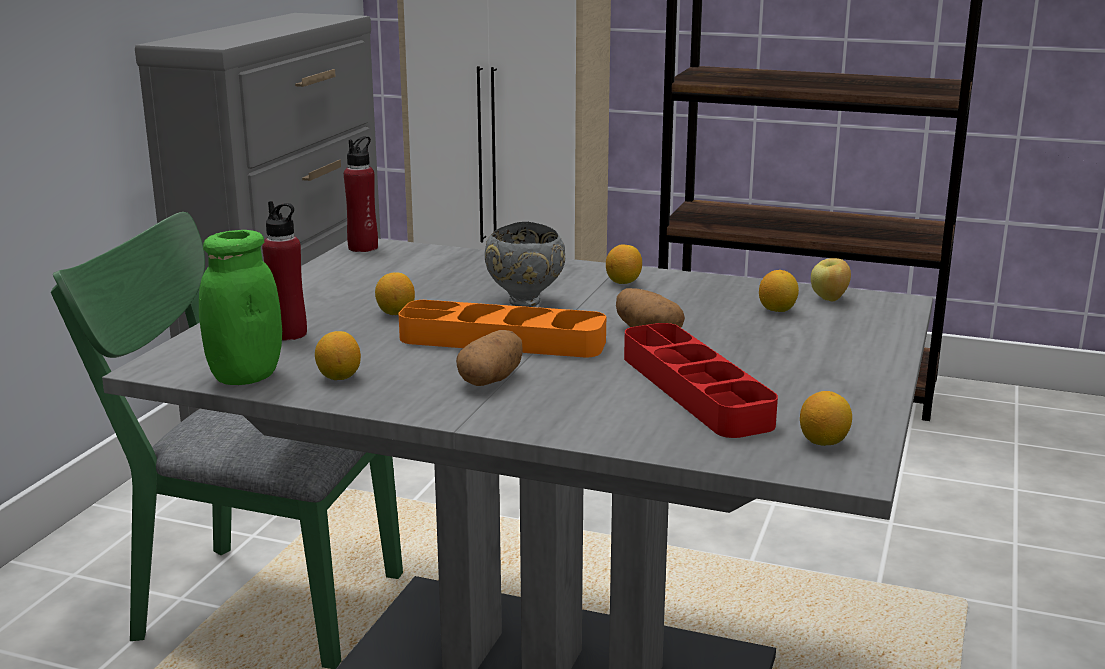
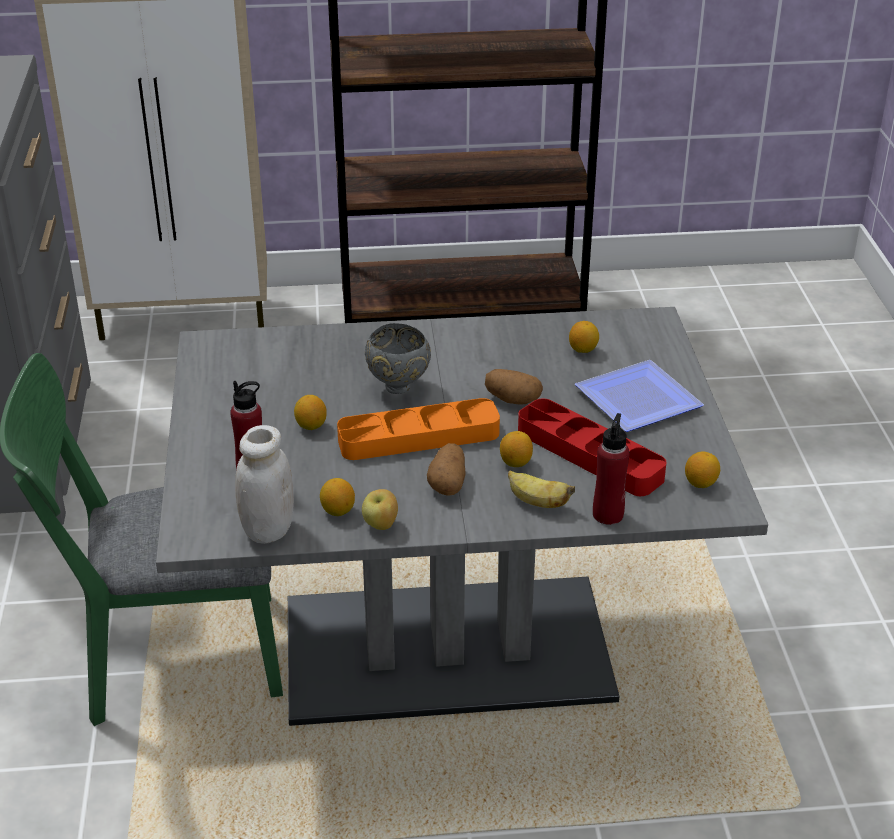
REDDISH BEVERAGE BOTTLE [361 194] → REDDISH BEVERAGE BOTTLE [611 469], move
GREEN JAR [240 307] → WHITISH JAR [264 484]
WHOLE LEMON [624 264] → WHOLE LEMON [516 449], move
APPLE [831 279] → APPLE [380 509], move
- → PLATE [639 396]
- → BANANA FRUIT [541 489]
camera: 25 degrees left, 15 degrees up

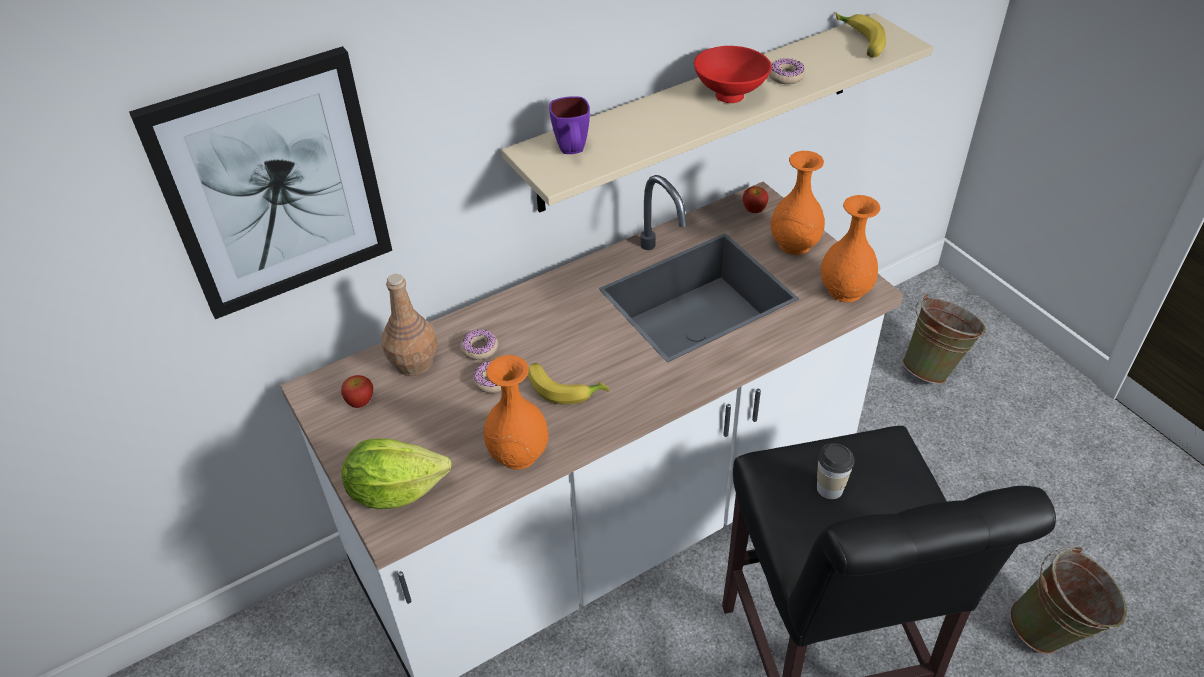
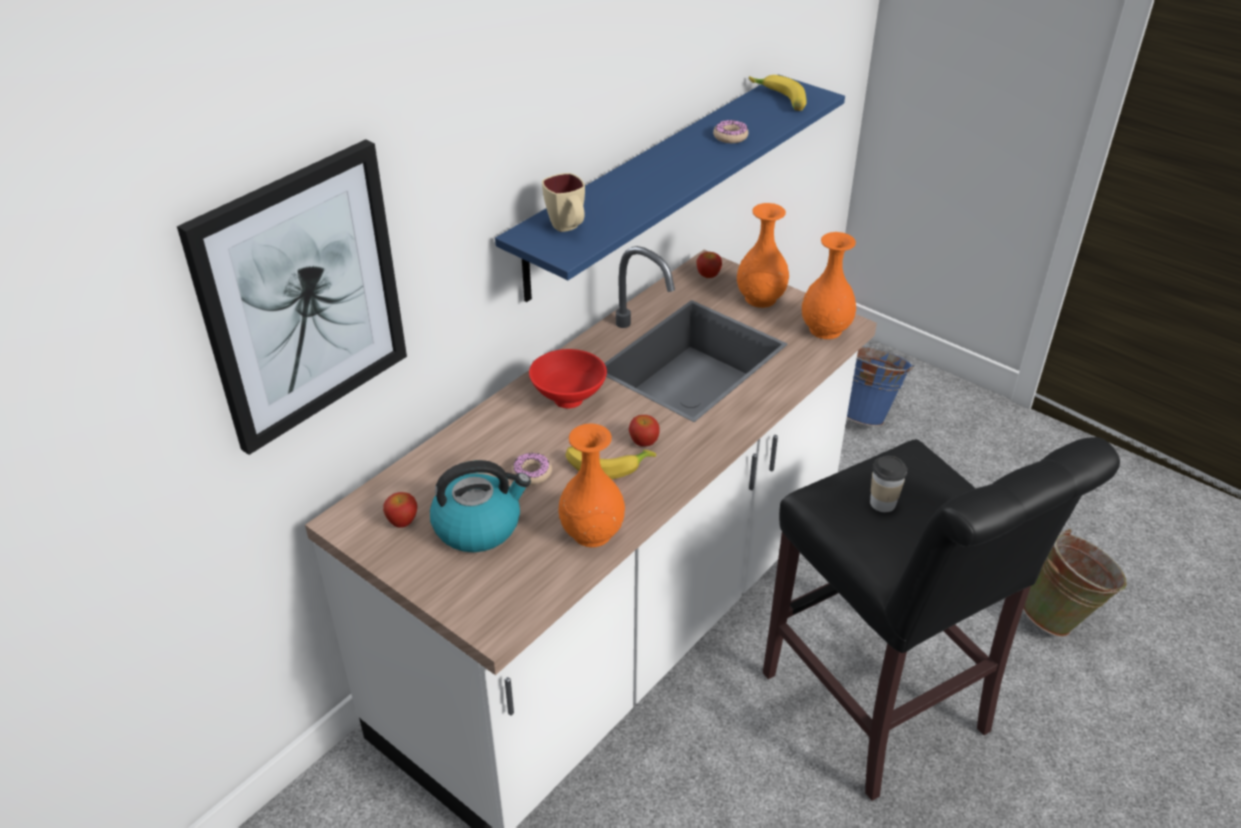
BEIGE-COLOURED BRACKET SHELF [717 113] → BLUISH BRACKET SHELF [670 188]
REDDISH BOWL [733 74] → REDDISH BOWL [568 378], move
PURPLE-COLOURED COFFEE MUG [569 125] → BEIGE-COLOURED COFFEE MUG [563 202]
BROWN BEVERAGE BOTTLE [409 325] → -
GREEN PAIL [944 339] → BLUISH PAIL [880 386]
RING DOUGHNUT [479 344] → -
LETTUCE HEAD [397 473] → -
- → APPLE [644 431]
- → TEA KETTLE [480 506]
camera: 20 degrees left, 5 degrees down

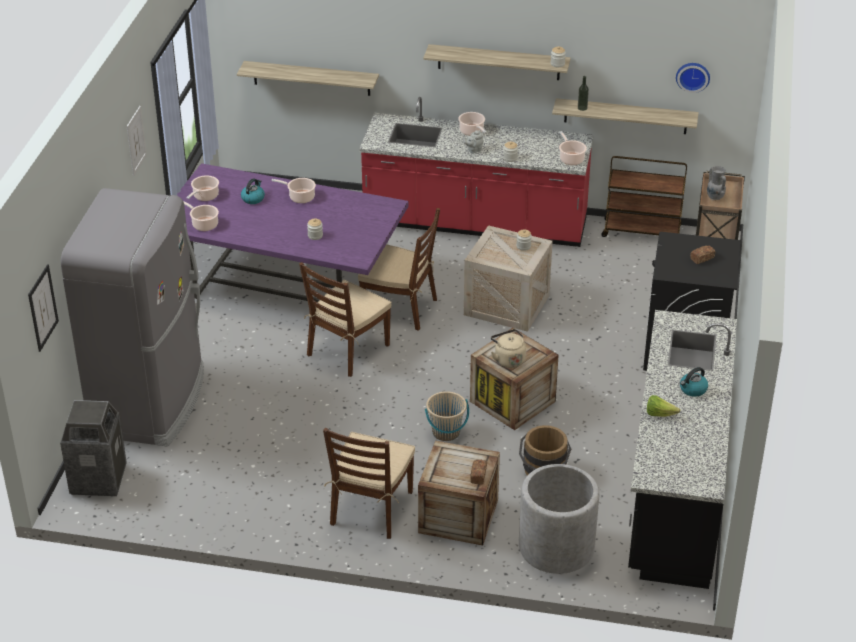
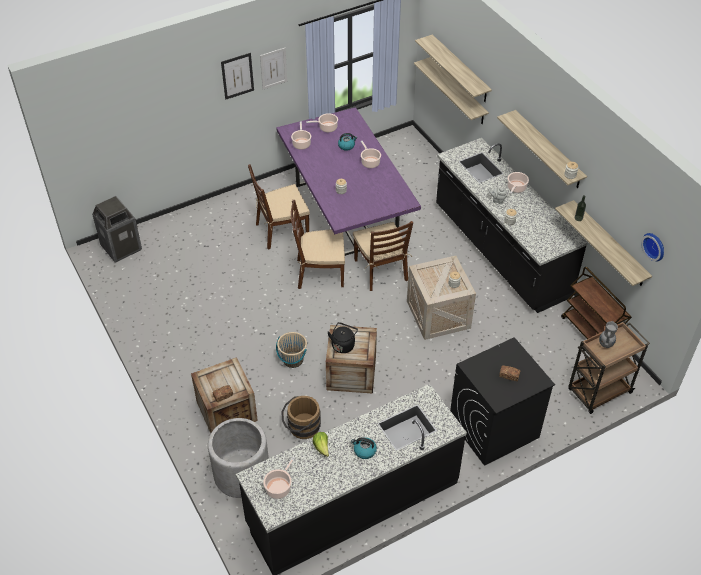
REDDISH KITCHEN COUNTER [476 172] → BLACKISH KITCHEN COUNTER [512 225]
STOCKPOT [573 148] → STOCKPOT [279 478], move
GRAY KITCHEN FRIDGE [132 317] → -
PICTURE [43 308] → PICTURE [237 76], move
BEIGE-COLOURED TEA KETTLE [508 348] → BLACKISH TEA KETTLE [342 337]
BROWN UPRIGHT CHAIR [369 483] → BROWN UPRIGHT CHAIR [279 207], move
- → BRACKET SHELF [453 68]
camera: 50 degrees right, 10 degrees up

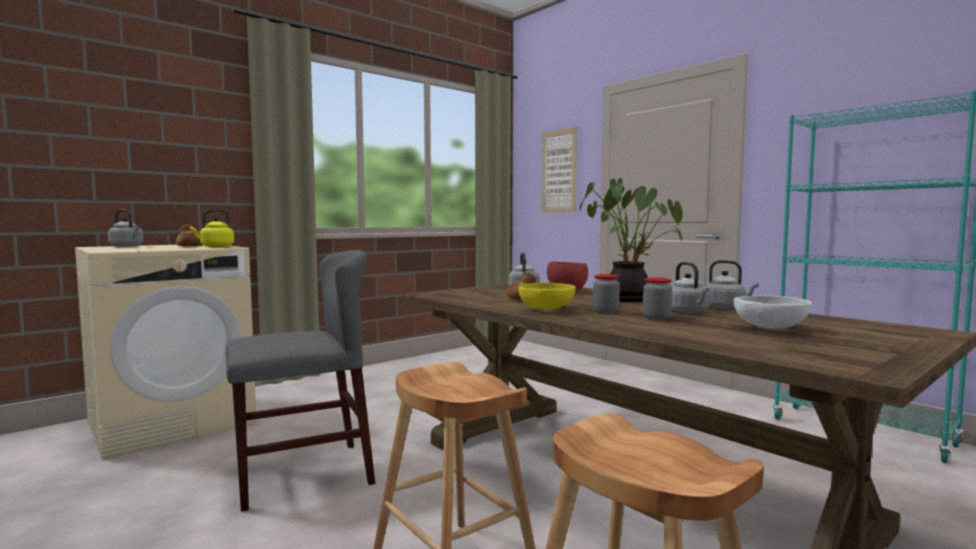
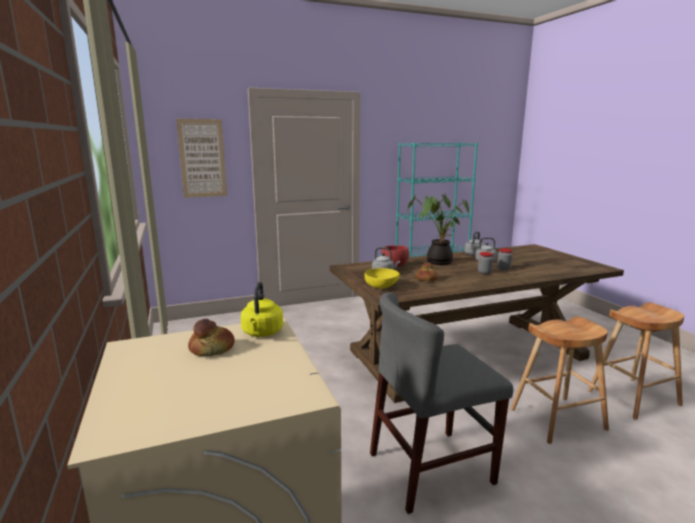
GRAY TEA KETTLE [126 228] → -
GRAY UPRIGHT CHAIR [300 381] → GRAY UPRIGHT CHAIR [441 403], 105 degrees counterclockwise
YELLOW BOWL [547 296] → YELLOW BOWL [382 278], move
WHITISH BOWL [773 312] → -
camera: 70 degrees left, 10 degrees up

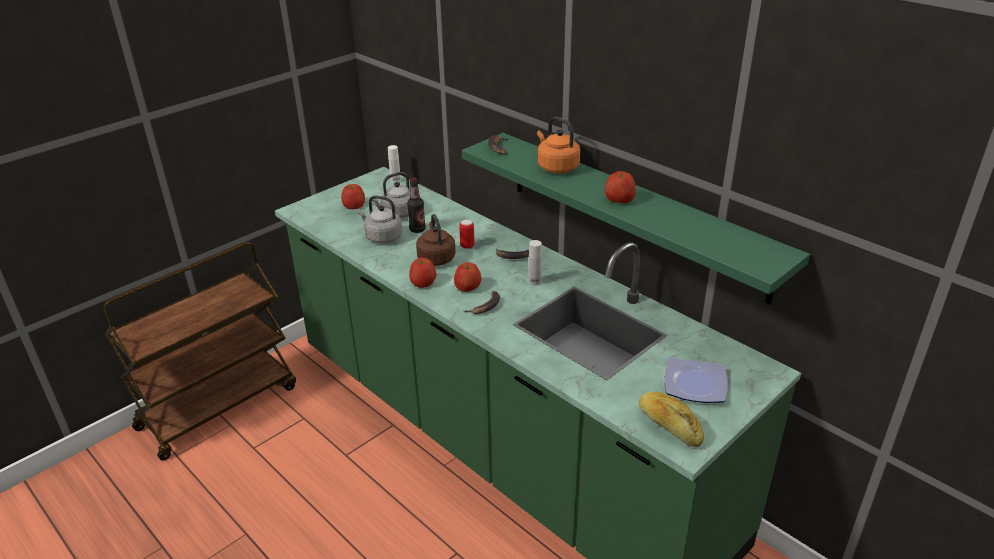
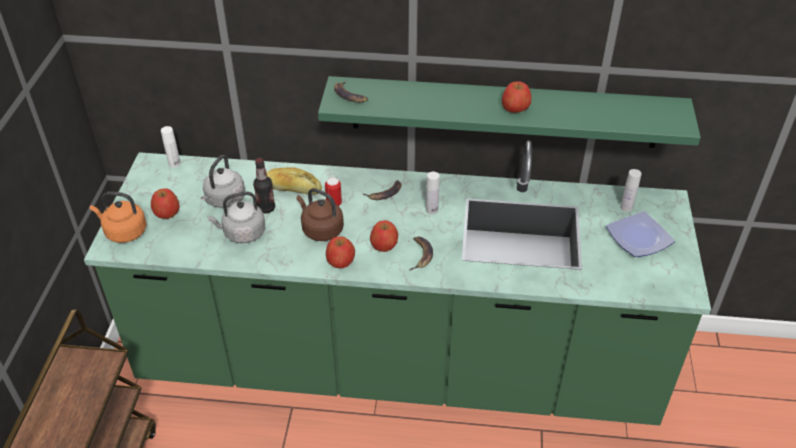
ORANGE TEA KETTLE [558 145] → ORANGE TEA KETTLE [118 217], move
BAKED BREAD [671 419] → BAKED BREAD [294 181], move
- → WHITISH BEVERAGE BOTTLE [630 190]
camera: 40 degrees left, 10 degrees up

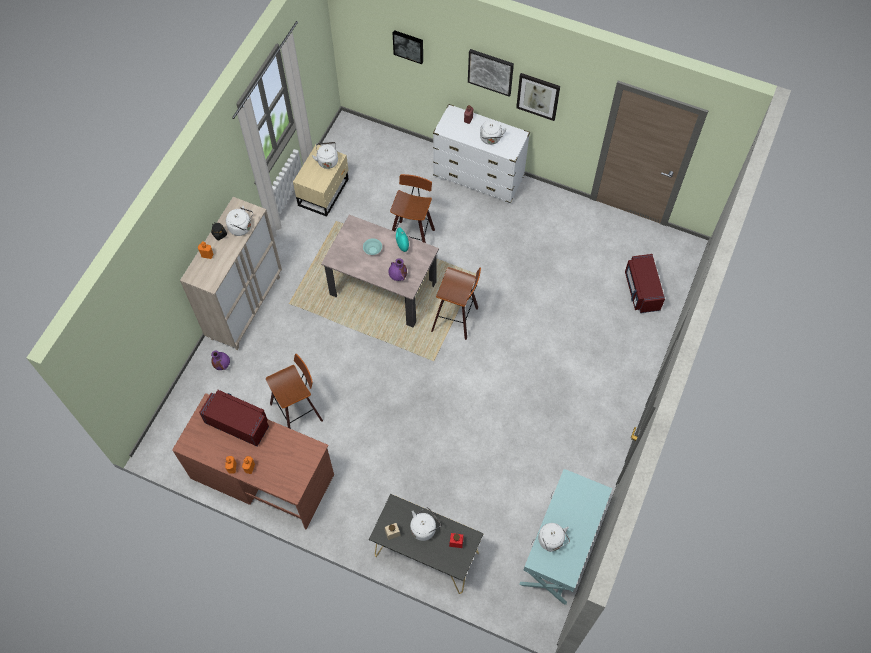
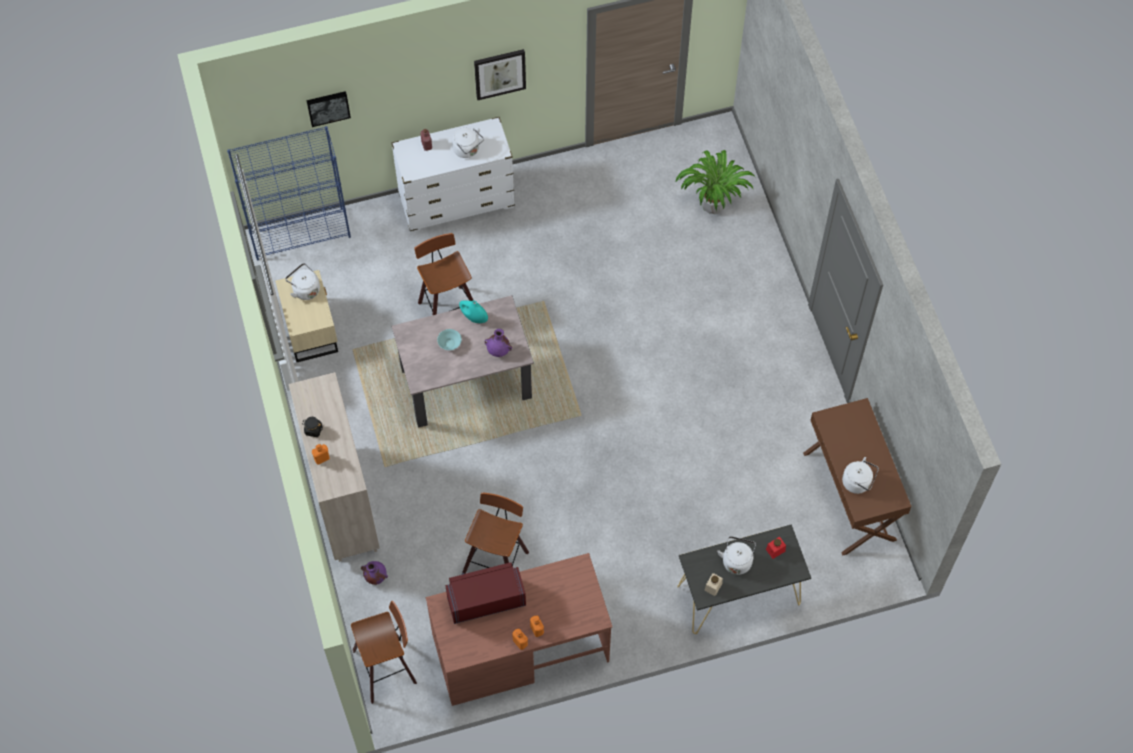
PICTURE [491 73] → -
WHITISH TEA KETTLE [239 221] → -
REDDISH MICROWAVE OVEN [645 283] → HOUSEPLANT [716 182]
SITTING STOOL [456 303] → SITTING STOOL [384 652], move
TURQUOISE HALL TABLE [565 537] → BROWN HALL TABLE [857 477]
- → BLUISH BOOKSHELF [289 193]
camera: 40 degrees left, 0 degrees up

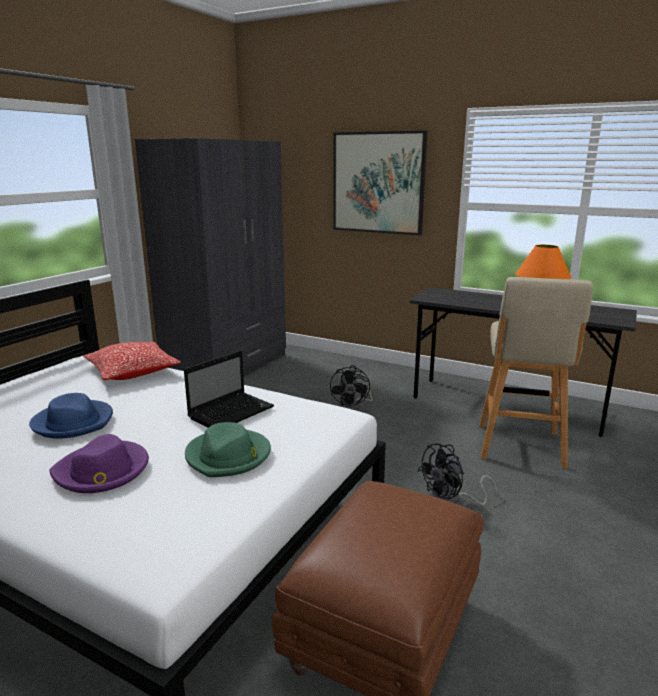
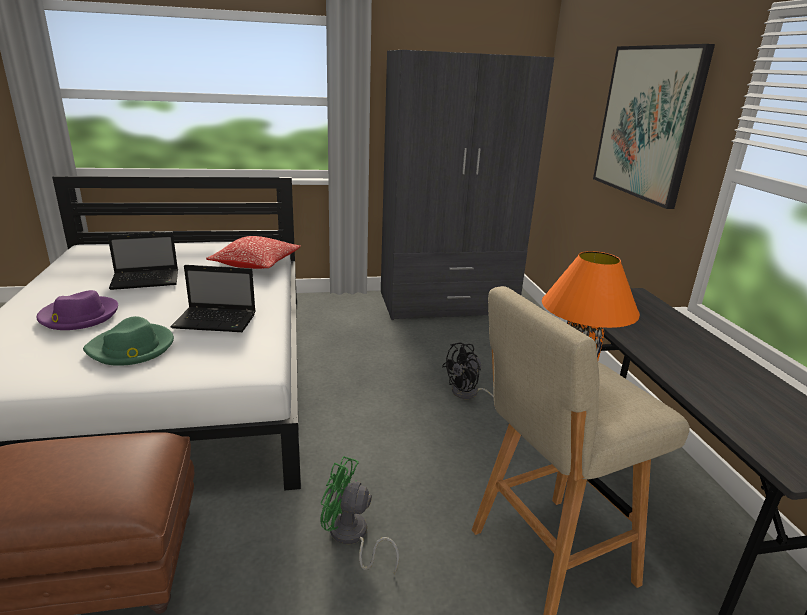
BLUISH CLOTHING HAT [71 416] → NOTEBOOK COMPUTER [143 261]
BLACKISH FAN [457 474] → GREEN FAN [359 515]
camera: 50 degrees right, 5 degrees up

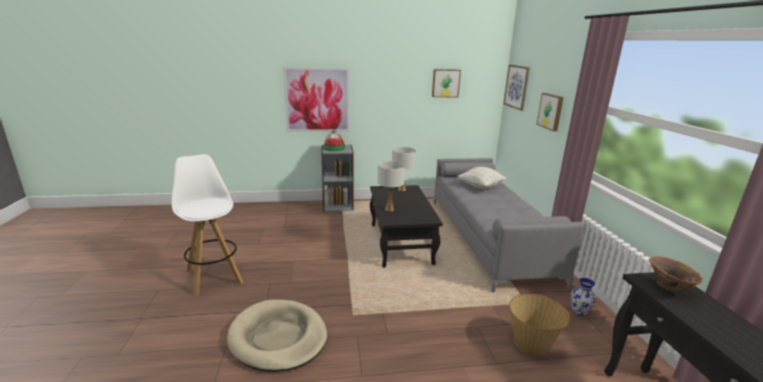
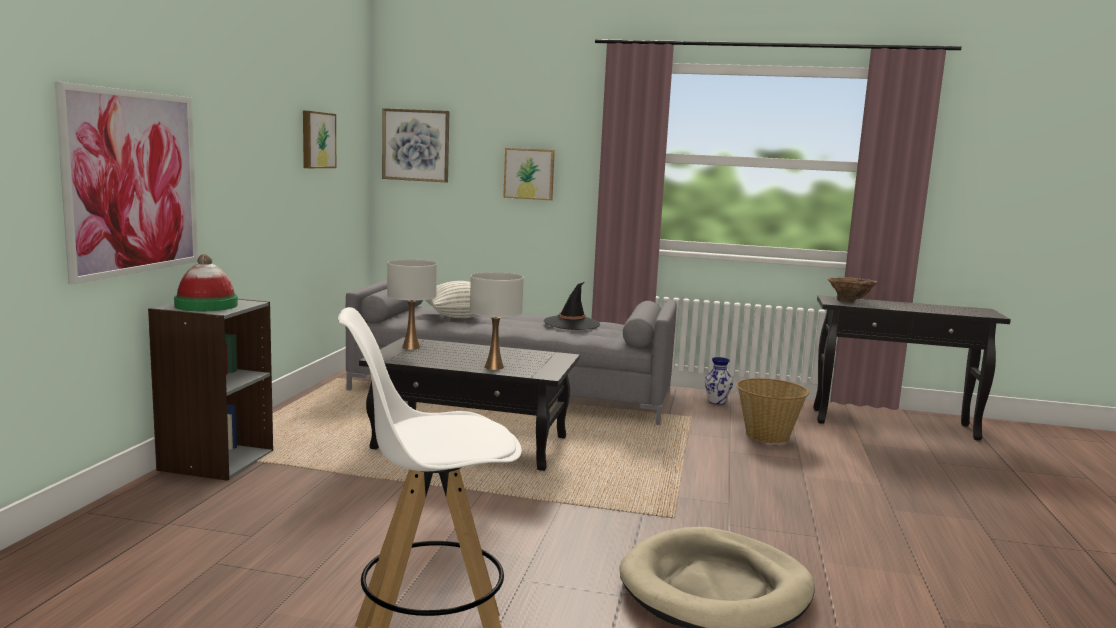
- → BLACKISH CLOTHING HAT [572 306]
camera: 70 degrees left, 10 degrees down

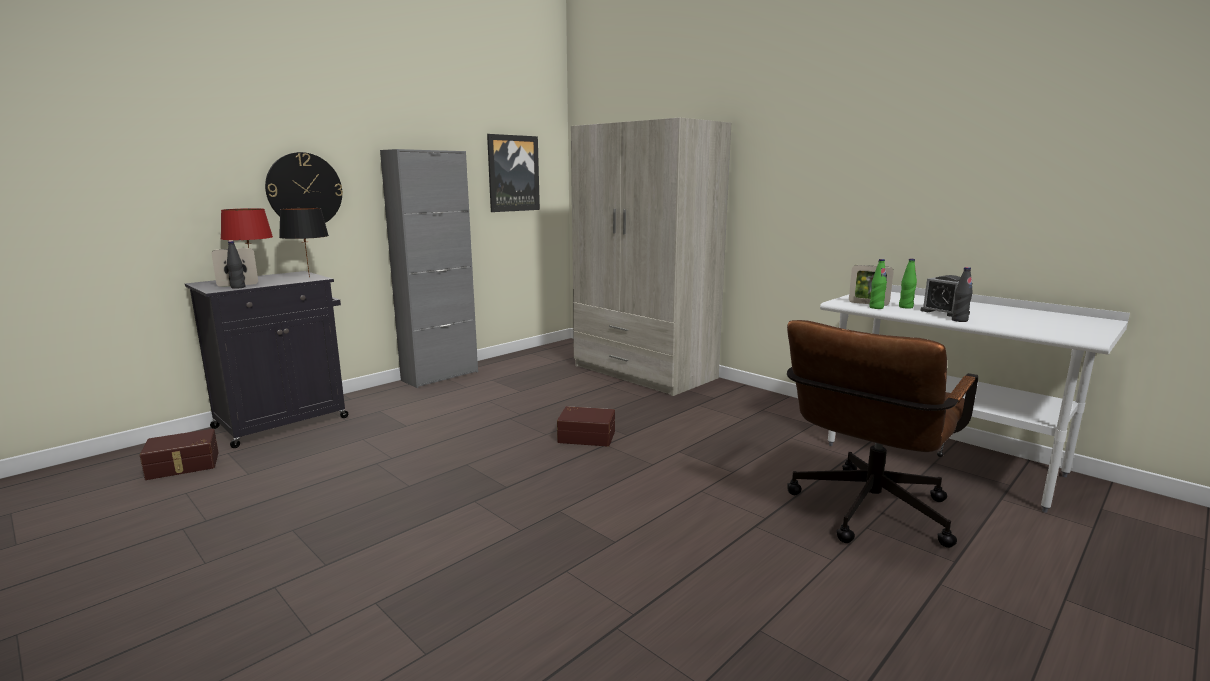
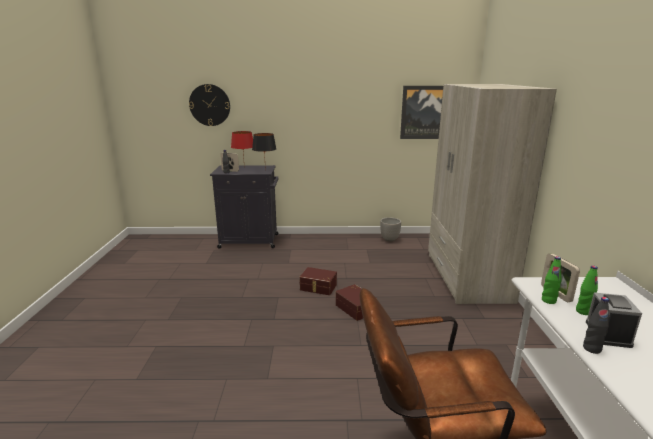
GRAY CABINET [429 268] → -
HANGING CLOCK [304 187] → HANGING CLOCK [209 105], move
BROWN STORAGE CONTAINER [179 454] → BROWN STORAGE CONTAINER [318 281], move
- → FLOWER POT [390 229]
camera: 45 degrees right, 5 degrees up

